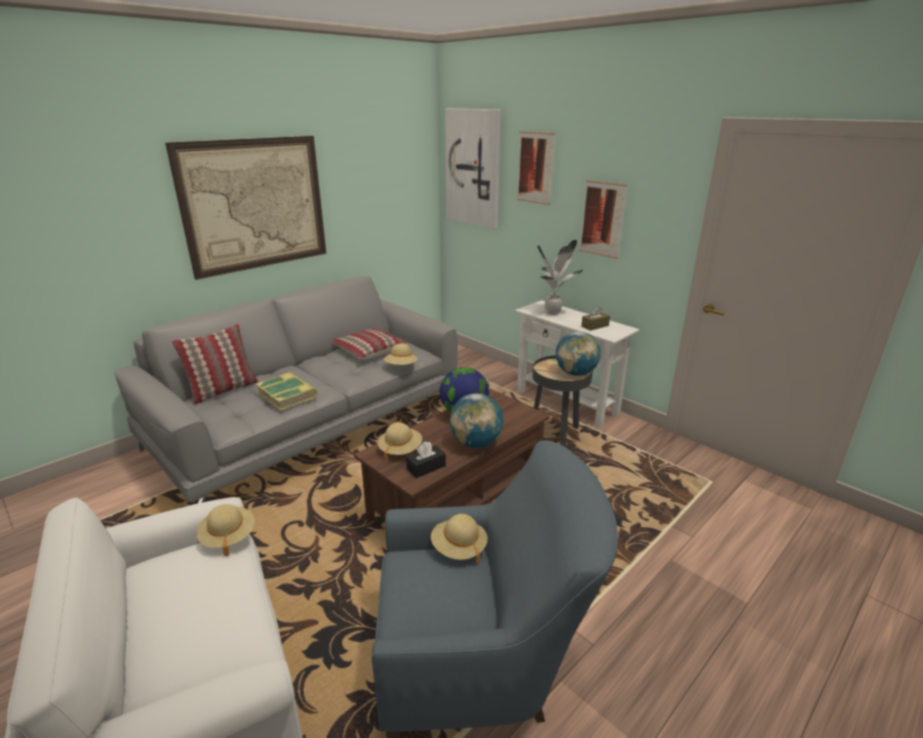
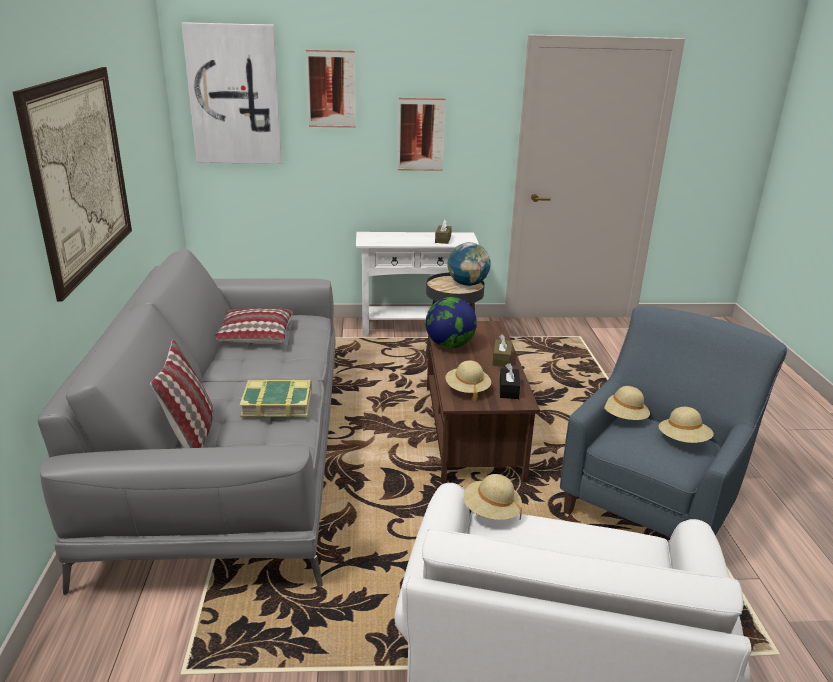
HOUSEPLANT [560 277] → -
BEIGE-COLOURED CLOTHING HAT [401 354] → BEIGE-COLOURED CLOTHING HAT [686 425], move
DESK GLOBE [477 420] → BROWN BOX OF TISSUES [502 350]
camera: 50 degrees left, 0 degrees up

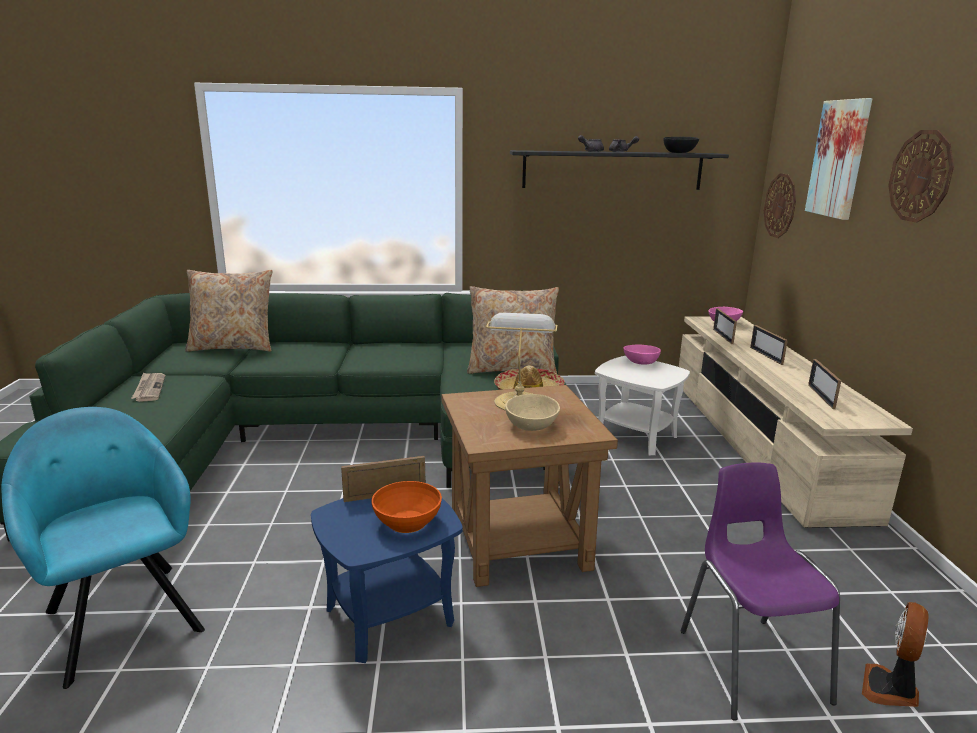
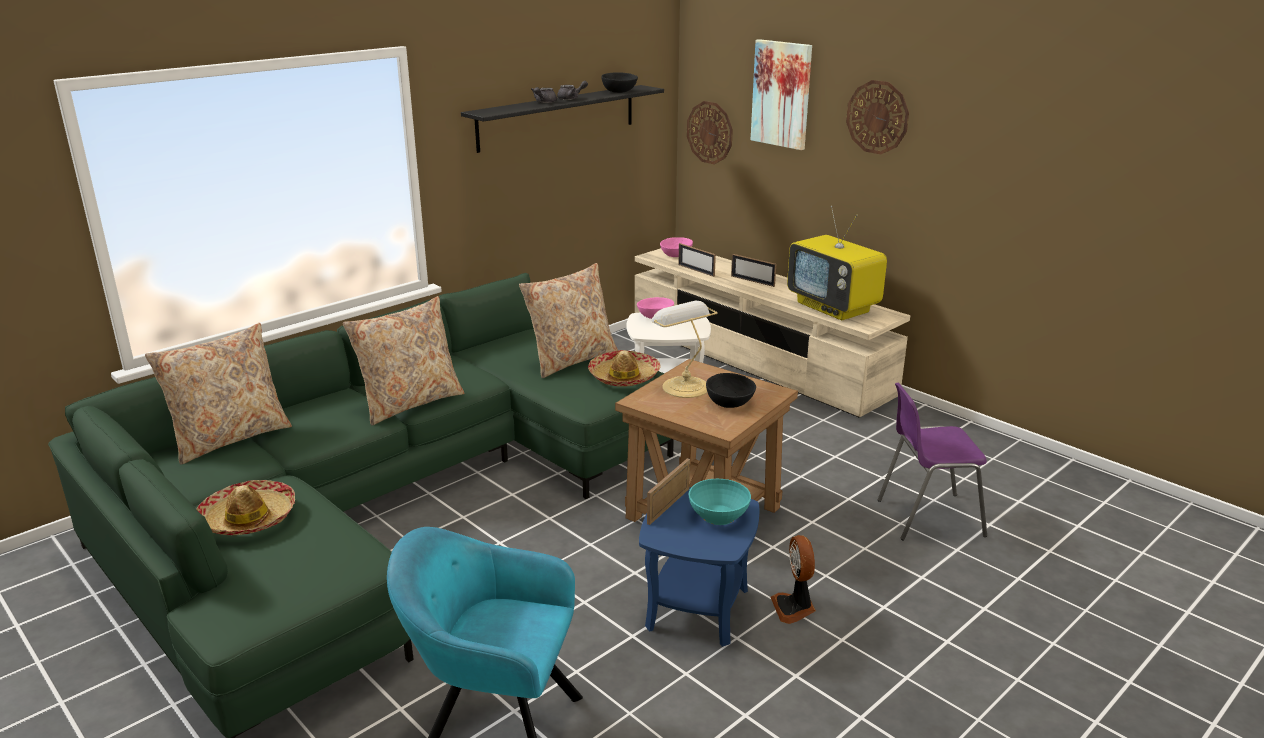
PHOTO FRAME [824 384] → TV [837 263]
PRINTED PAPER [148 387] → CLOTHING HAT [245 507]
BEIGE-COLOURED BOWL [532 412] → BLACKISH BOWL [731 390]
PURPLE-COLOURED UPRIGHT CHAIR [760 591] → PURPLE-COLOURED UPRIGHT CHAIR [932 461], 45 degrees counterclockwise
ORANGE BOWL [407 507] → TURQUOISE BOWL [720 502]
FAN [895 654] → FAN [793 579], move
- → BEIGE-COLOURED CUSHION [403 360]
camera: 40 degrees left, 5 degrees up

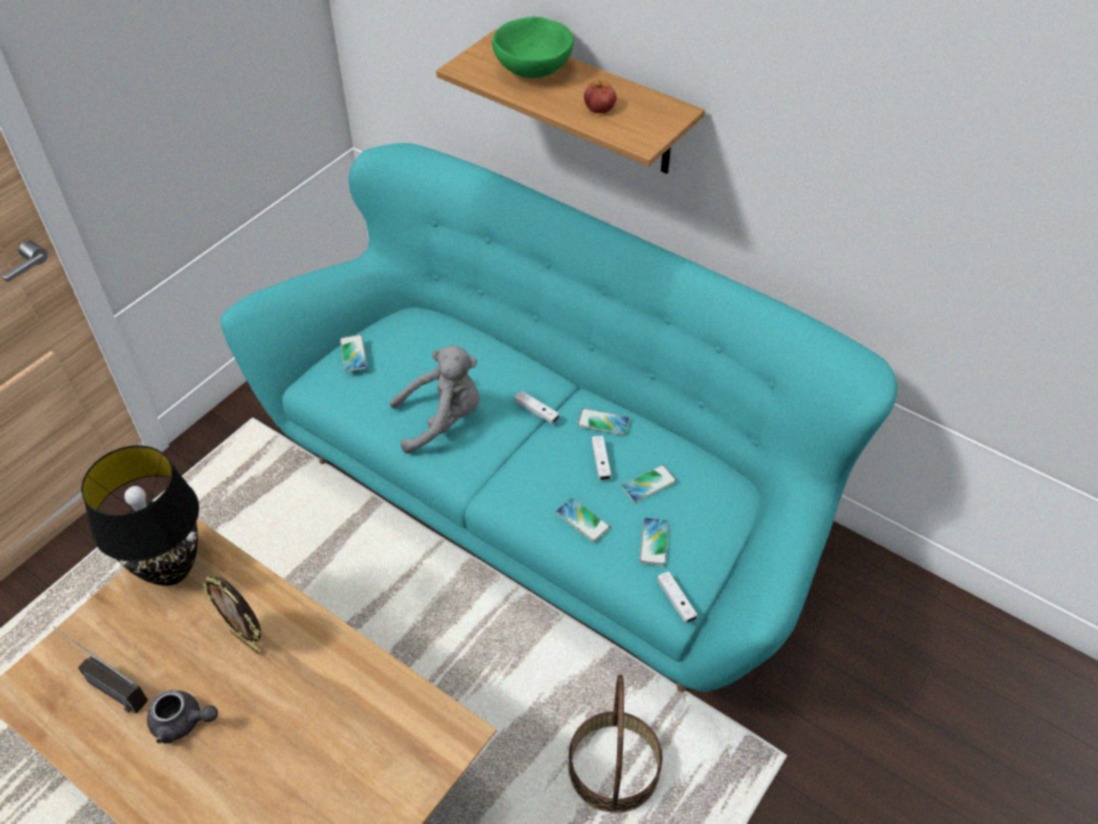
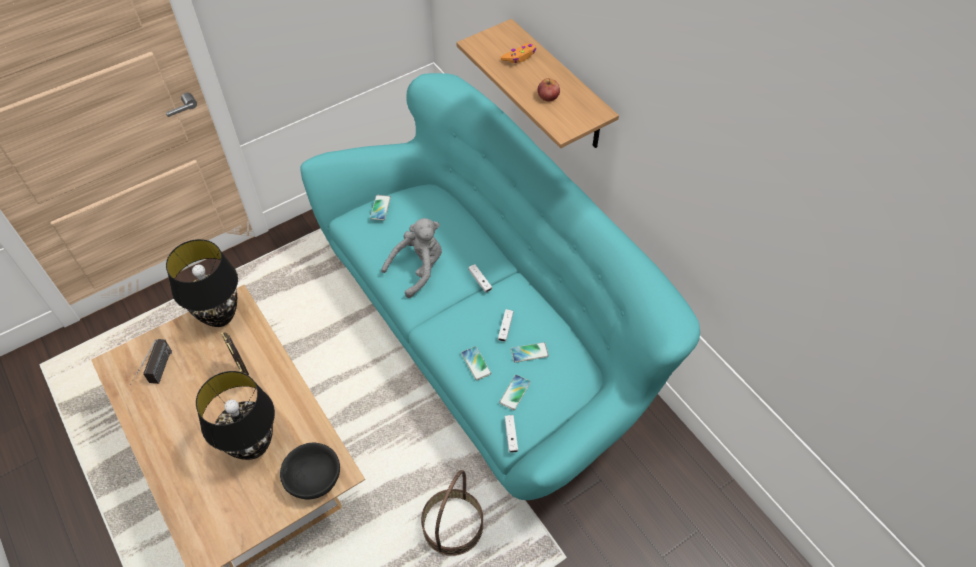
GREEN BOWL [533 47] → ORANGE JOYPAD [518 53]
GRAY CUDDLY TOY [435 399] → GRAY CUDDLY TOY [411 258], 45 degrees counterclockwise
HANDSET [603 421] → -
RADIO RECEIVER [100 670] → RADIO RECEIVER [151 362], 135 degrees counterclockwise
GRAY POT FOR TEA [182 717] → -
- → BLACKISH TABLE LAMP [235 415]
- → BLACKISH BOWL [310 471]
camera: 20 degrees right, 5 degrees up

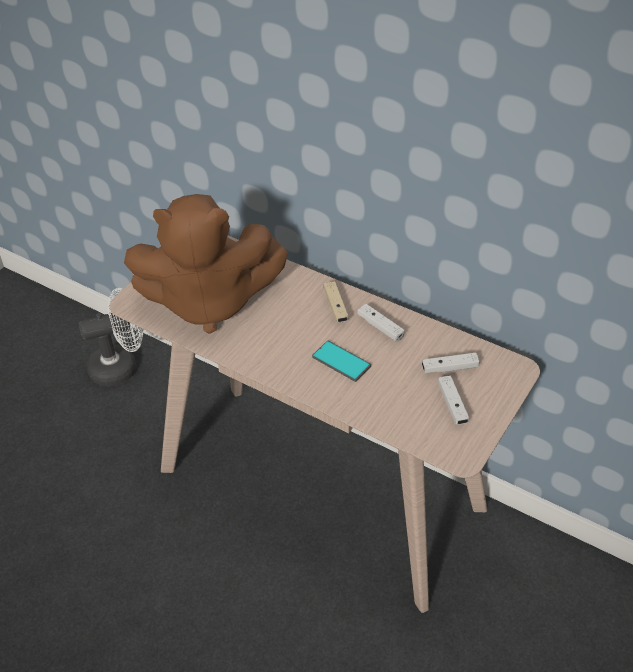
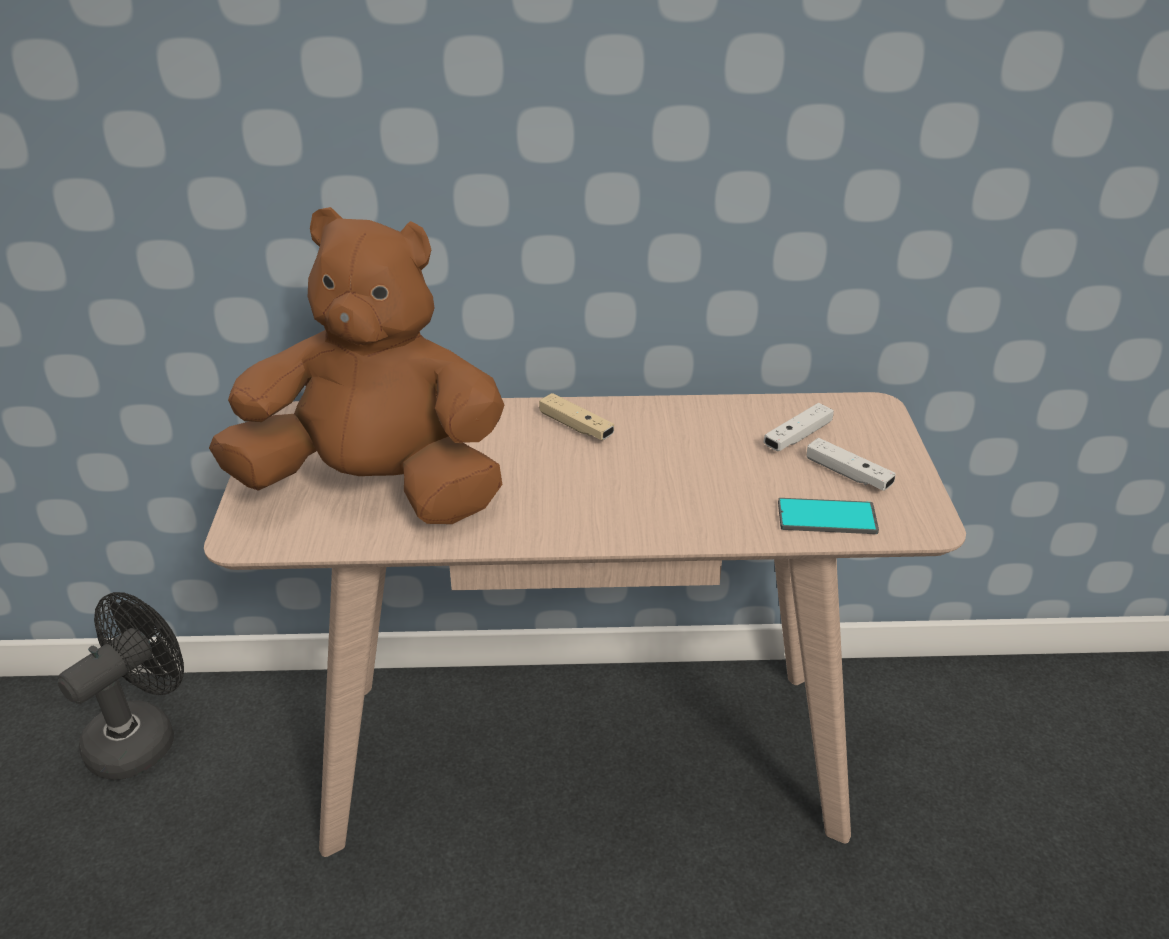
BROWN CUDDLY TOY [206 264] → BROWN CUDDLY TOY [356 365], 135 degrees counterclockwise
WHITISH FAN [111 337] → BLACKISH FAN [121 686]
WHITISH JOYPAD [381 323] → -
HANDSET [341 361] → HANDSET [828 516], move
camera: 35 degrees left, 10 degrees down

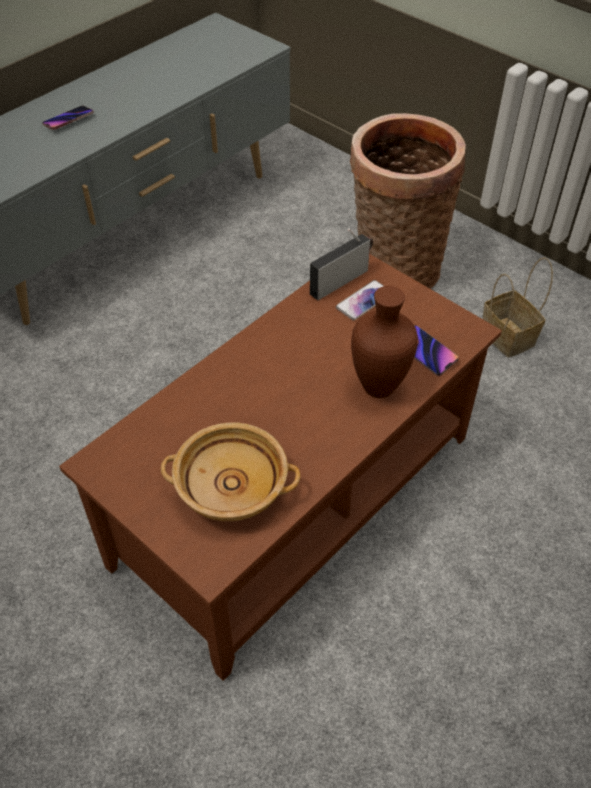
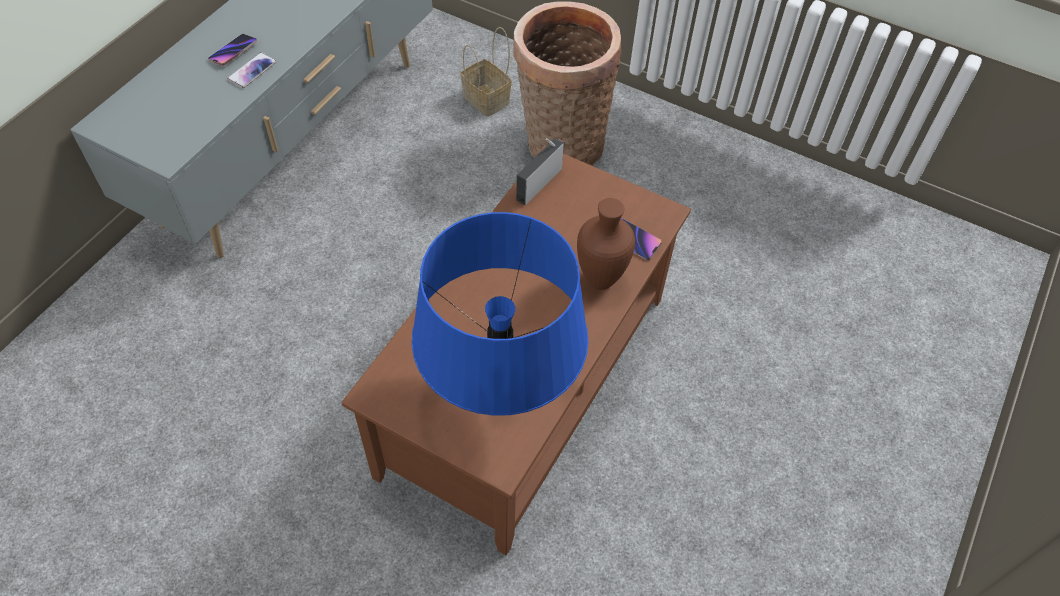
BASKET [518 307] → BASKET [486 72], move
HANDSET [360 300] → HANDSET [252 70], move
BEIGE-COLOURED BOWL [230 472] → BLUISH TABLE LAMP [500 314]
camera: 15 degrees left, 5 degrees up

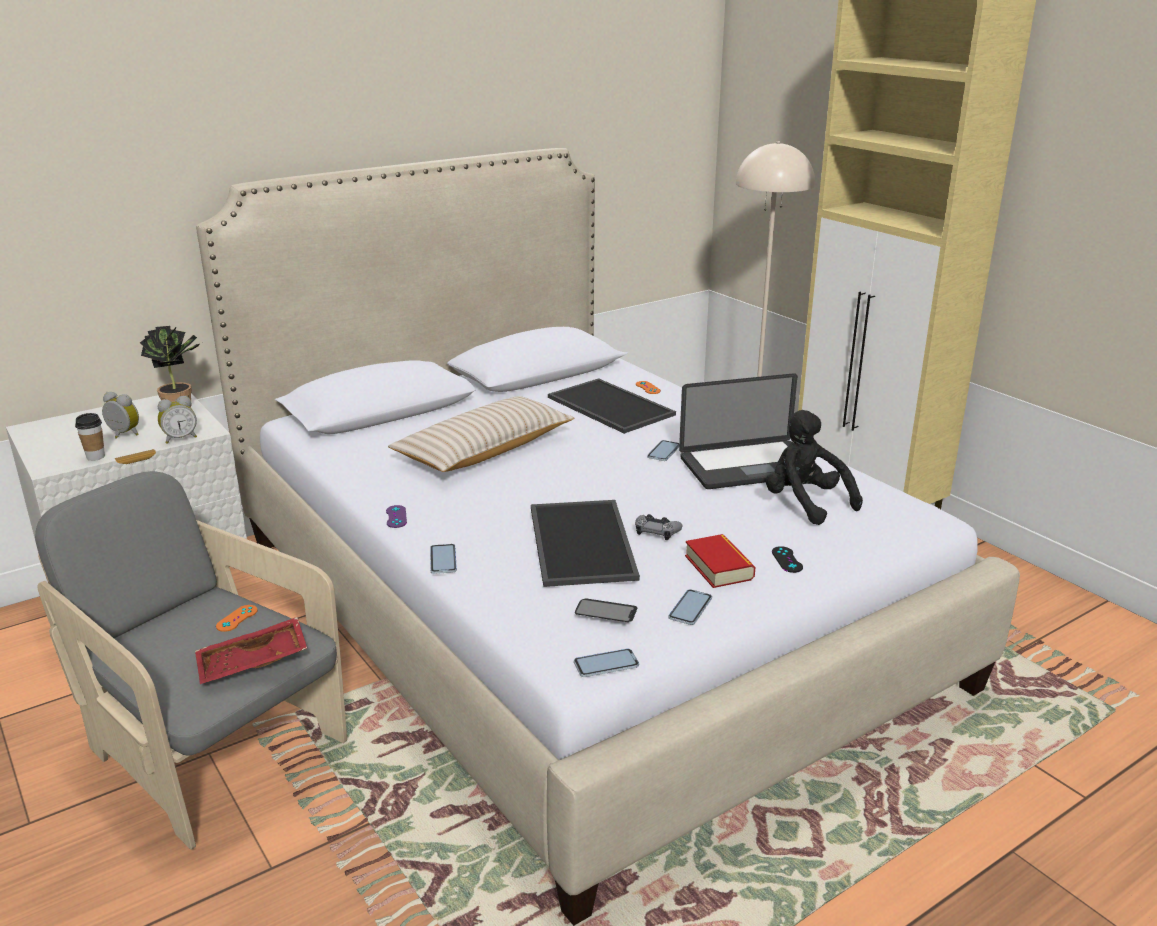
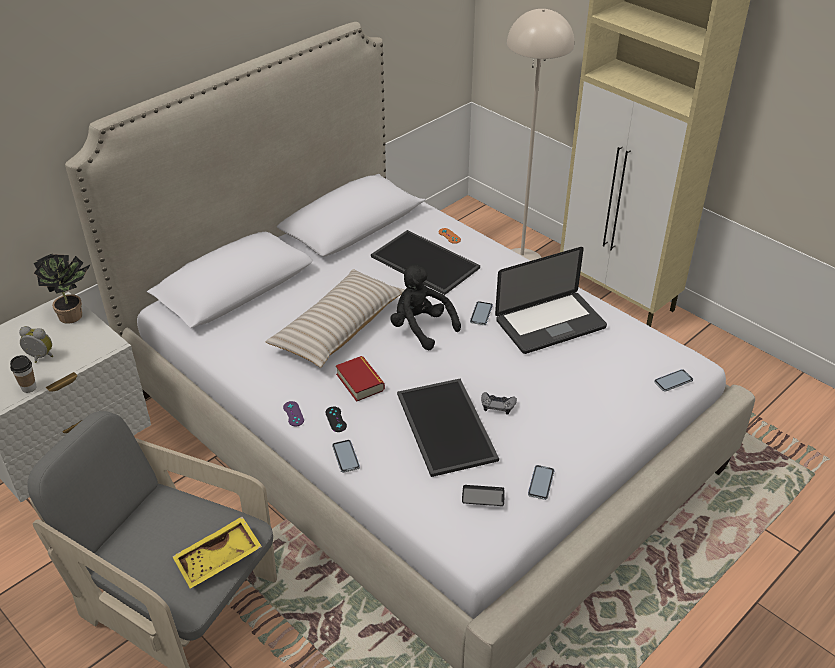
ALARM CLOCK [177 420] → -
BLACKISH CUDDLY TOY [814 467] → BLACKISH CUDDLY TOY [425 307], move
VOLUME [720 561] → VOLUME [360 379], move
BLACKISH JOYPAD [787 559] → BLACKISH JOYPAD [336 419], move
ORANGE JOYPAD [237 618] → -
REDDISH SERVING TRAY [251 650] → YELLOW SERVING TRAY [217 552]
HANDSET [606 663] → HANDSET [673 380], move
camera: 10 degrees left, 15 degrees up

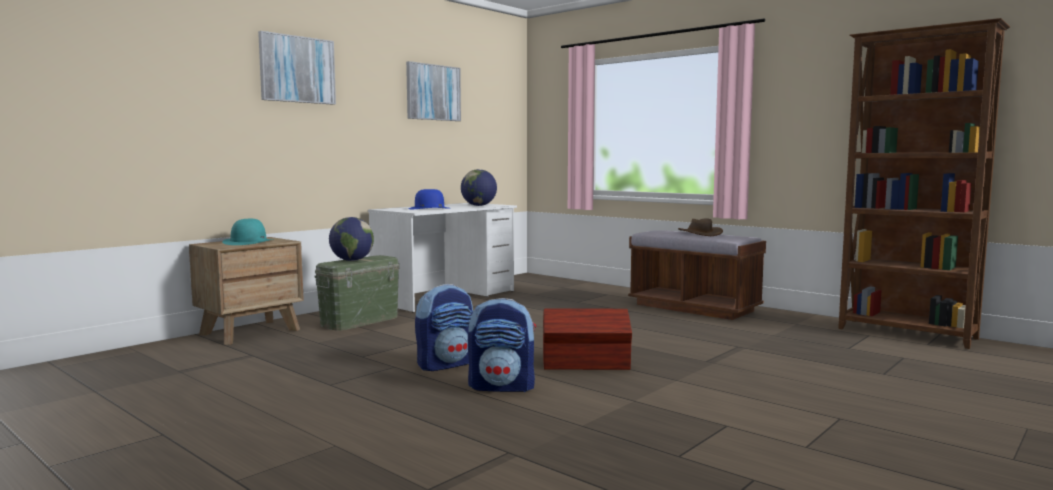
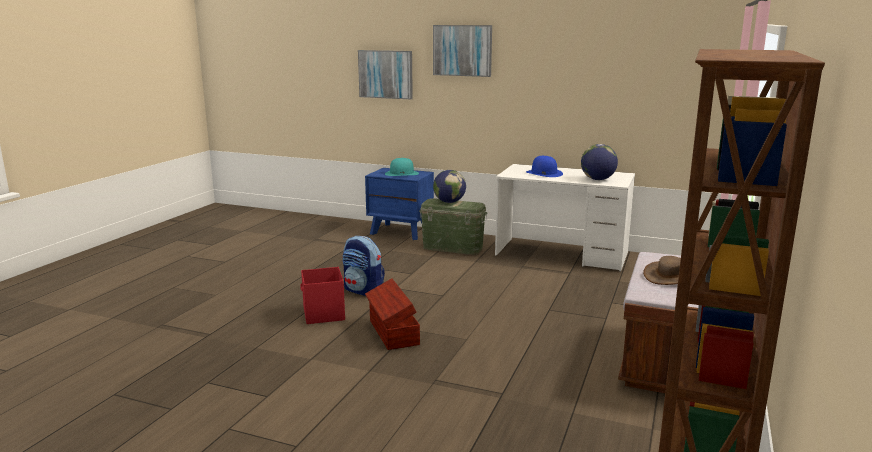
PICTURE [433 91] → PICTURE [385 74], move
BROWN NIGHT TABLE [246 291] → BLUISH NIGHT TABLE [399 204]
RUCKSACK [502 345] → REDDISH STORAGE CONTAINER [322 295]
camera: 70 degrees right, 10 degrees up

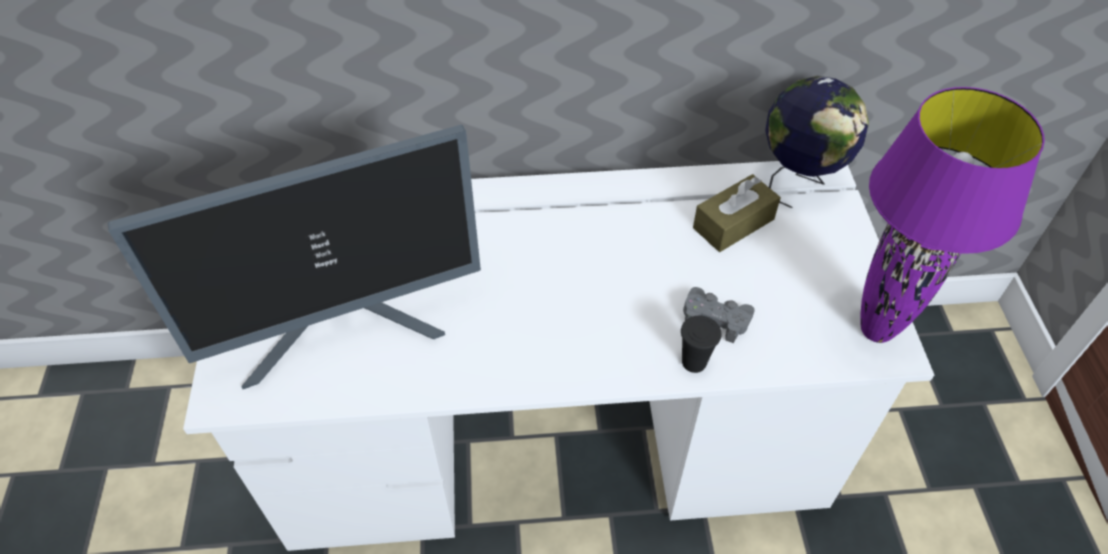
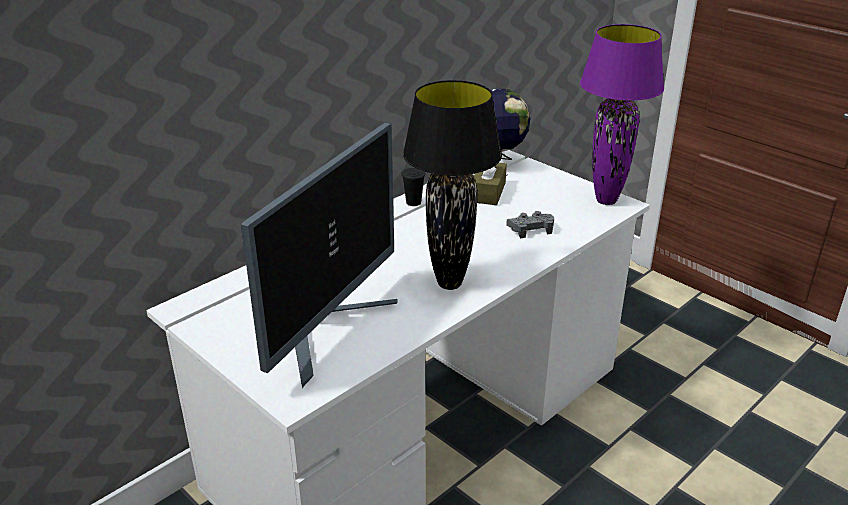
BLACKISH CUP [701 344] → BLACKISH CUP [413 187], move
- → BLACKISH TABLE LAMP [452 185]
camera: 40 degrees left, 20 degrees down

